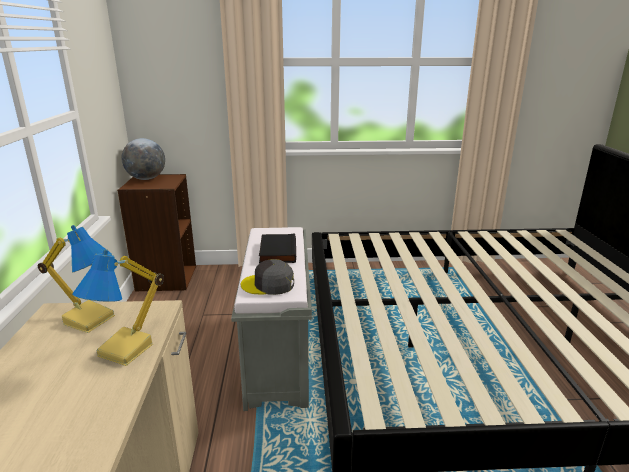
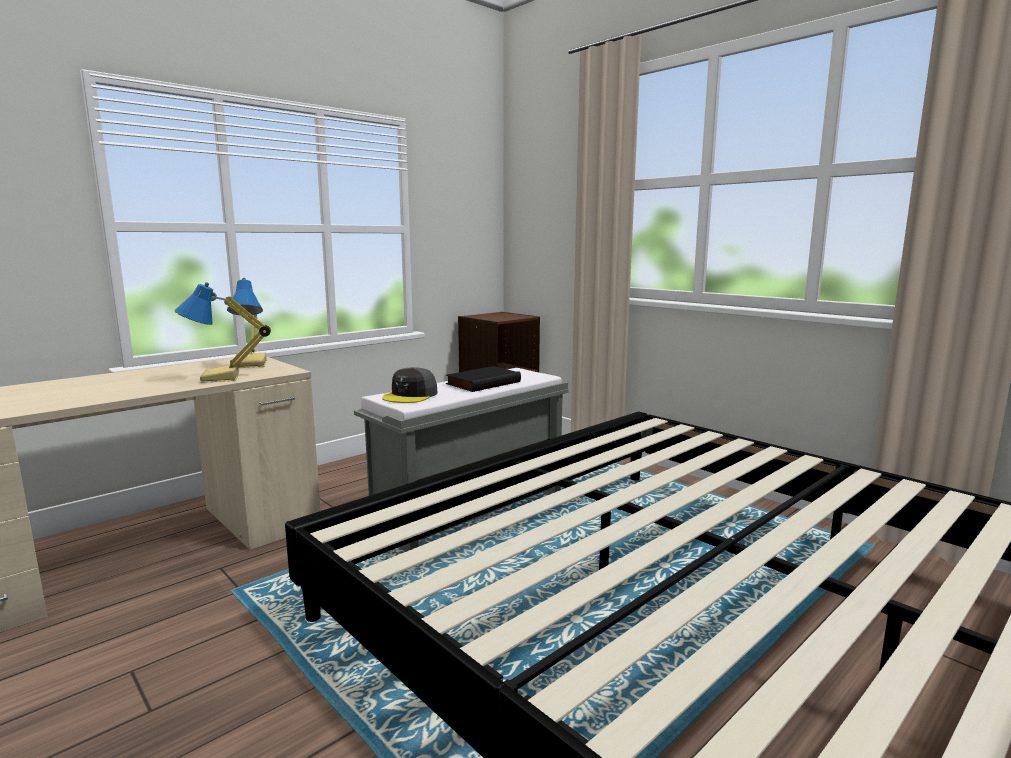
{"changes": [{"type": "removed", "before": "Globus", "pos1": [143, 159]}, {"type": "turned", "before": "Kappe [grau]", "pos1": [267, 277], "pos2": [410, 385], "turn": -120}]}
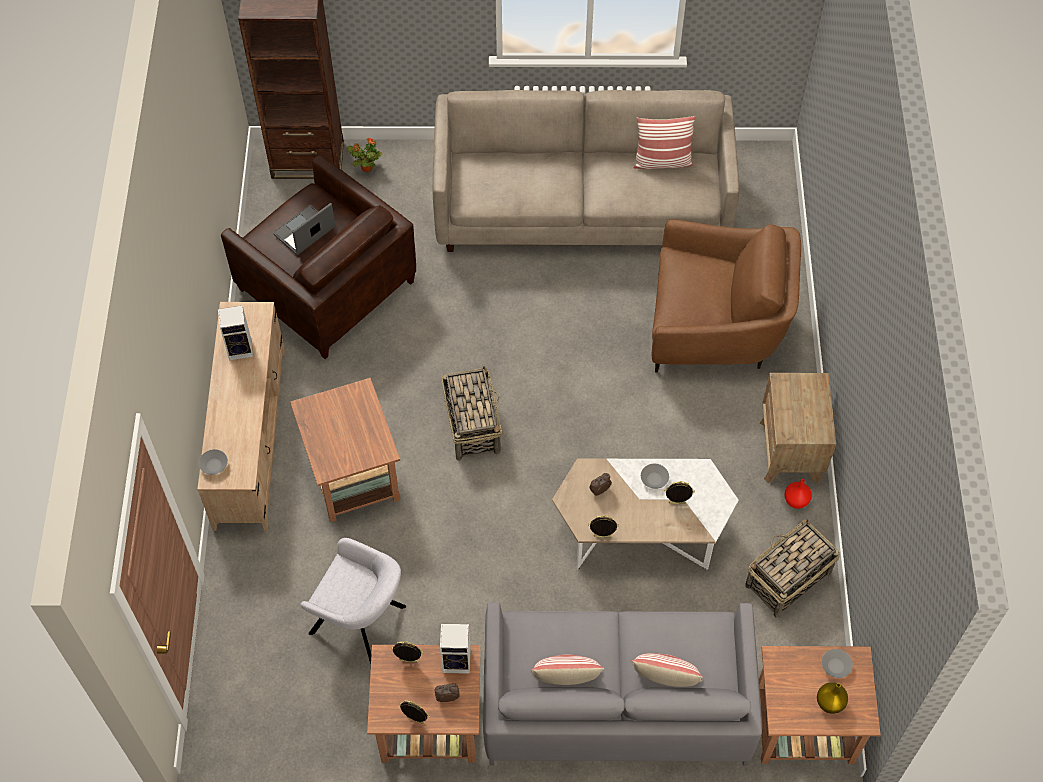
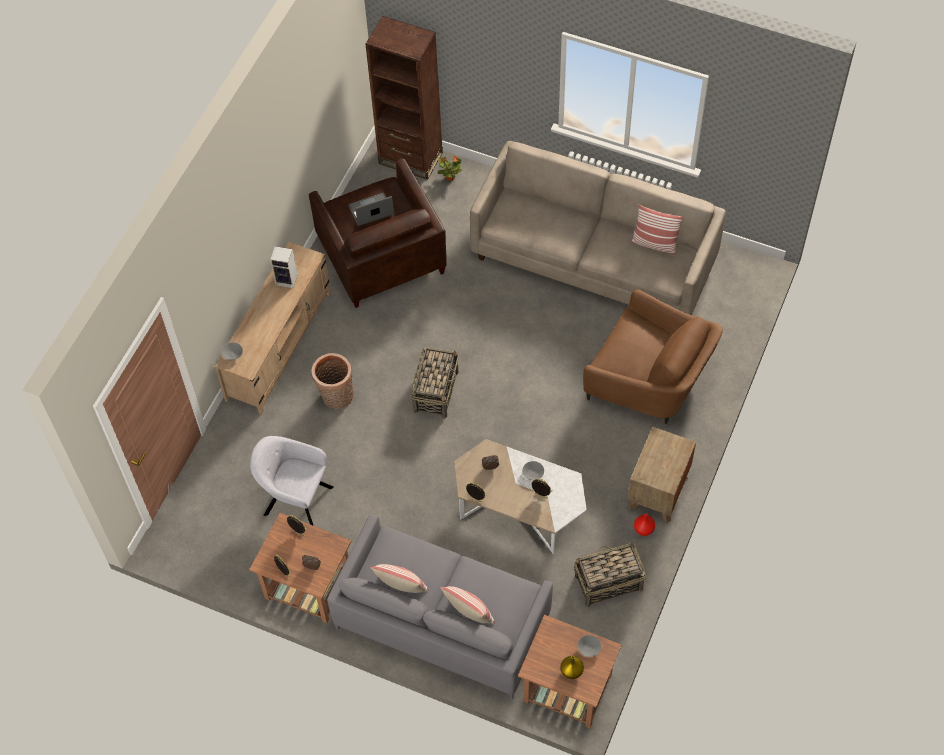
{"changes": [{"type": "replaced", "before": "Beistelltisch [braun]", "after": "Korb", "pos1": [345, 450], "pos2": [332, 381]}, {"type": "turned", "before": "Sessel [grau]", "pos1": [353, 601], "pos2": [292, 481], "turn": 150}, {"type": "removed", "before": "Lautsprecher", "pos1": [455, 649]}]}
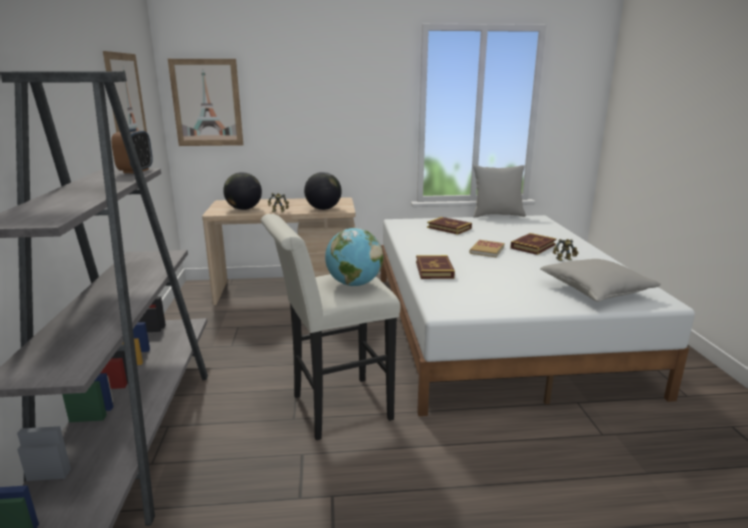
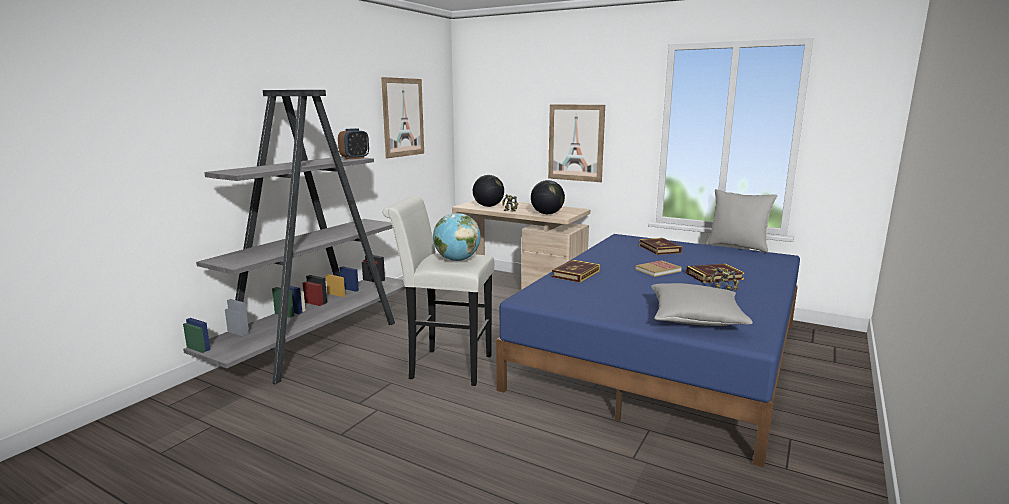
{"changes": [{"type": "moved", "before": "Bild", "pos1": [205, 102], "pos2": [576, 143]}, {"type": "recoloured", "before": "Bett [weiß]", "after": "Bett [blau]", "pos1": [537, 315], "pos2": [648, 350]}]}
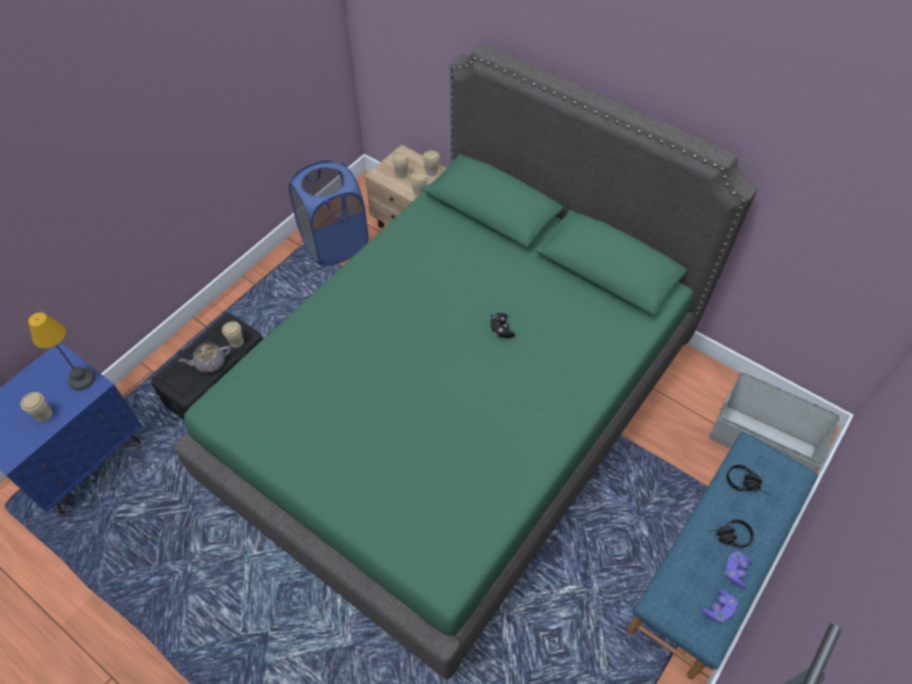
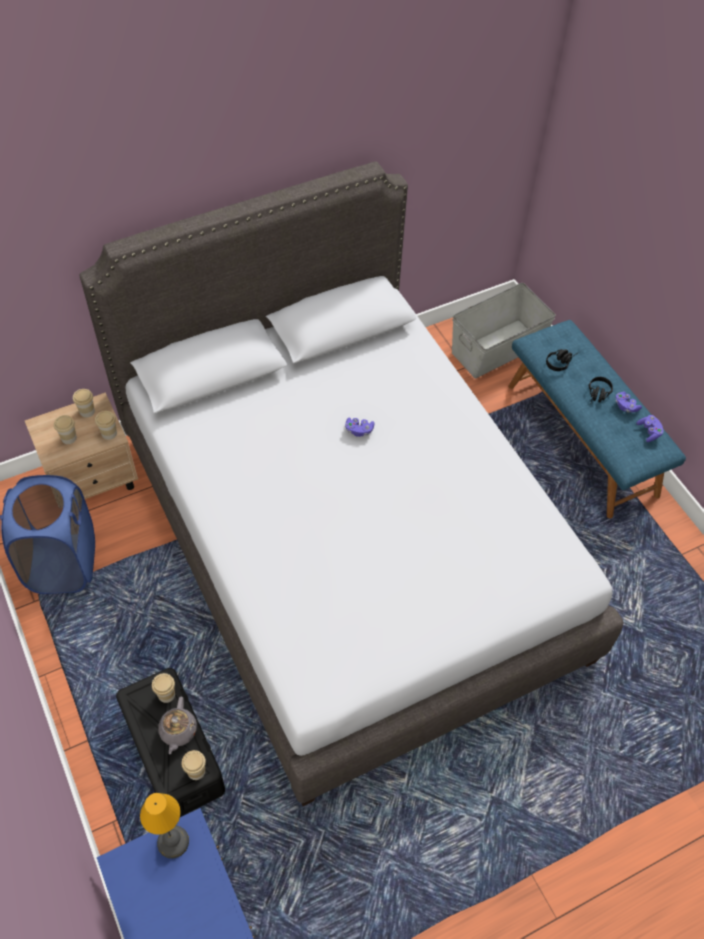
{"changes": [{"type": "moved", "before": "Tasse", "pos1": [36, 407], "pos2": [193, 765]}, {"type": "recoloured", "before": "Bett [grün]", "after": "Bett [grau]", "pos1": [465, 362], "pos2": [351, 483]}, {"type": "recoloured", "before": "Gamepad [schwarz]", "after": "Gamepad [lila]", "pos1": [502, 325], "pos2": [359, 427]}]}
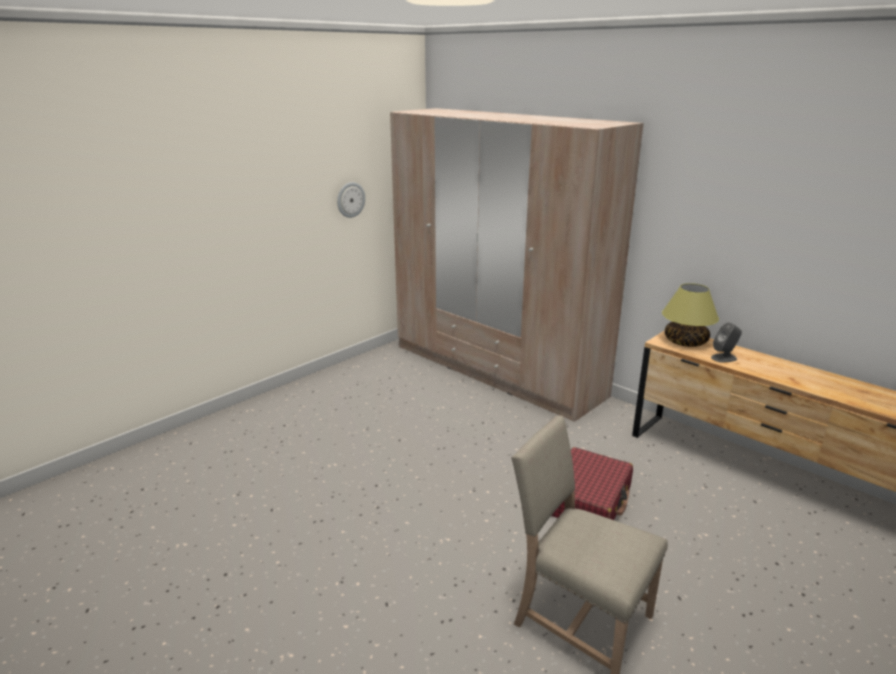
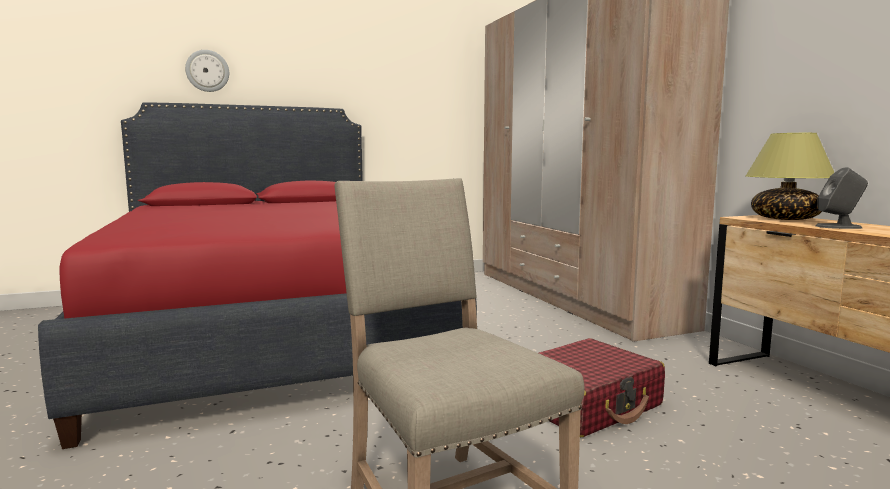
{"changes": [{"type": "moved", "before": "Wanduhr", "pos1": [351, 200], "pos2": [207, 71]}, {"type": "added", "after": "Bett [rot]", "pos2": [257, 275]}]}
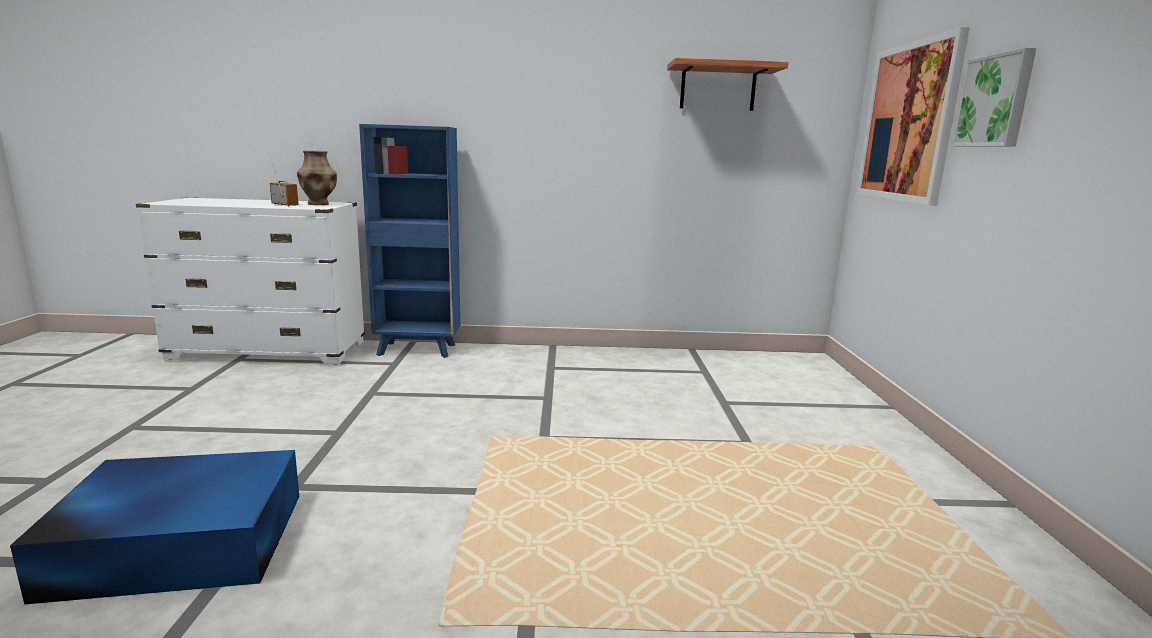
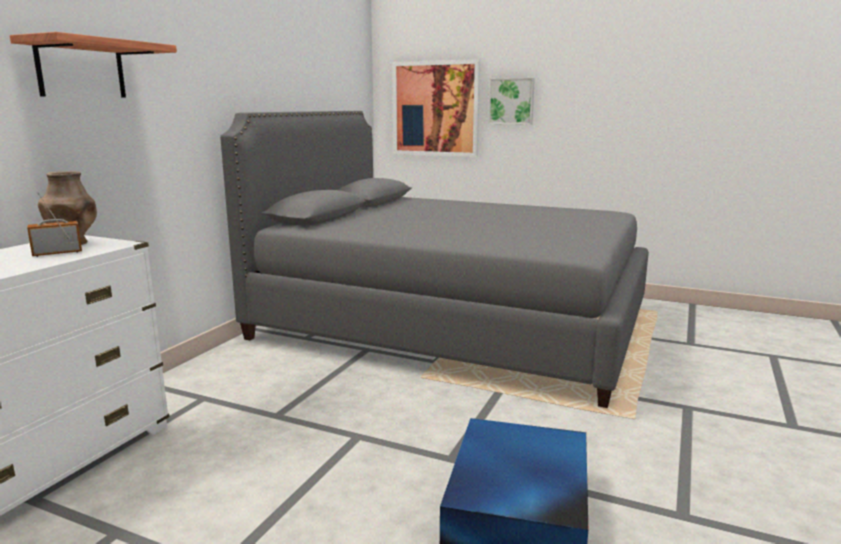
{"changes": [{"type": "removed", "before": "Bücherregal [blau]", "pos1": [409, 241]}, {"type": "moved", "before": "Wandregal", "pos1": [728, 84], "pos2": [93, 65]}, {"type": "added", "after": "Bett [grau]", "pos2": [434, 259]}]}
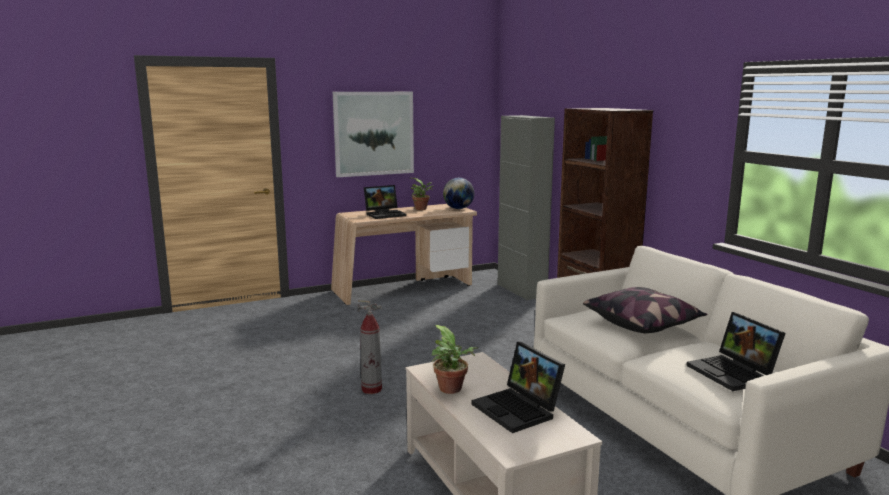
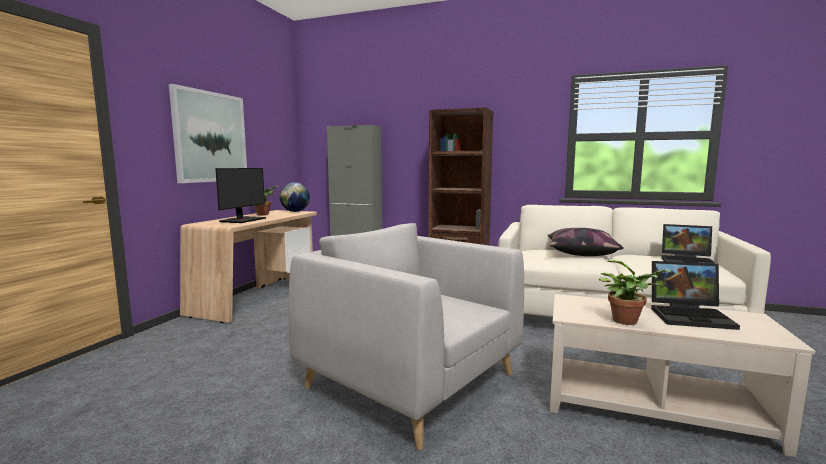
{"changes": [{"type": "replaced", "before": "Feuerlöscher", "after": "Sessel [grau]", "pos1": [370, 347], "pos2": [406, 336]}, {"type": "replaced", "before": "Laptop", "after": "Monitor", "pos1": [385, 202], "pos2": [240, 195]}]}
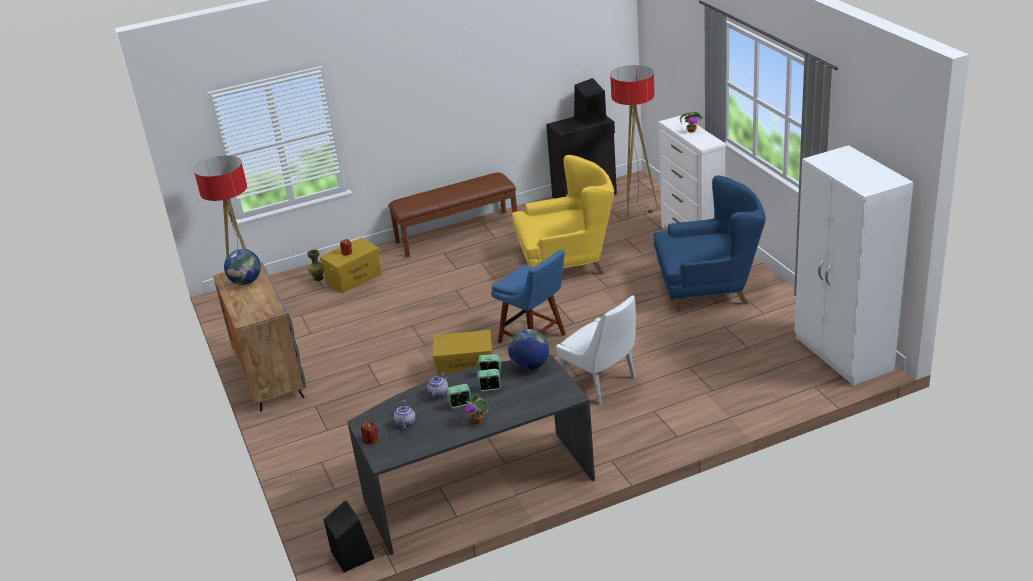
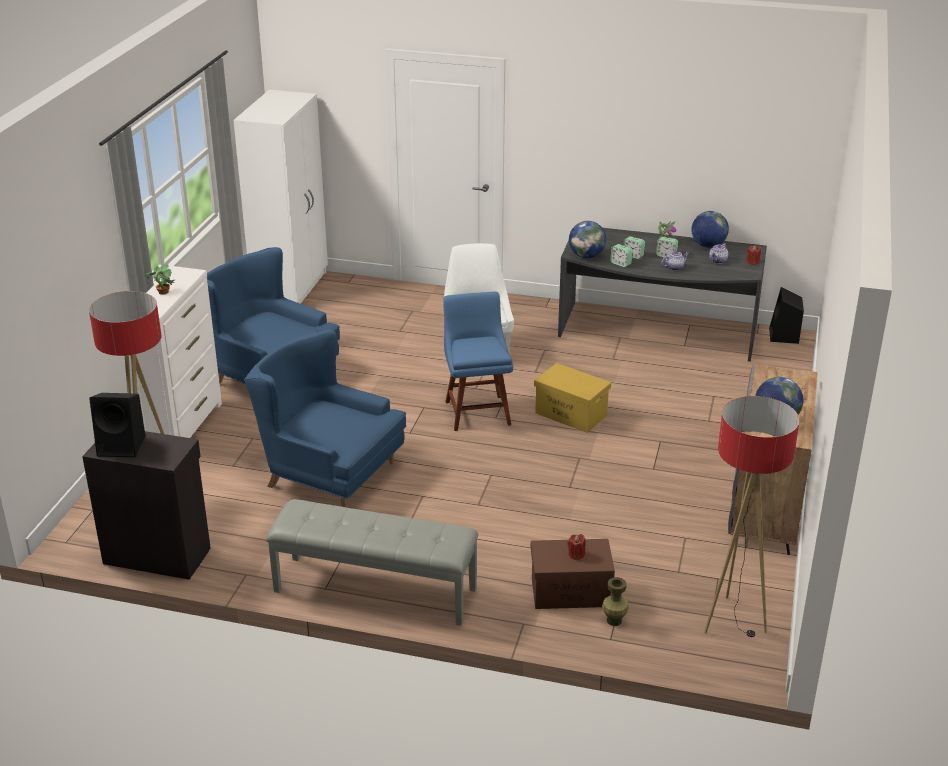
{"changes": [{"type": "recoloured", "before": "Aufbewahrungsbox [gelb]", "after": "Aufbewahrungsbox [braun]", "pos1": [351, 265], "pos2": [573, 574]}, {"type": "recoloured", "before": "Bank [braun]", "after": "Bank [grau]", "pos1": [452, 214], "pos2": [372, 562]}, {"type": "recoloured", "before": "Sessel [gelb]", "after": "Sessel [blau]", "pos1": [563, 214], "pos2": [325, 418]}, {"type": "added", "after": "Globus", "pos2": [710, 229]}]}
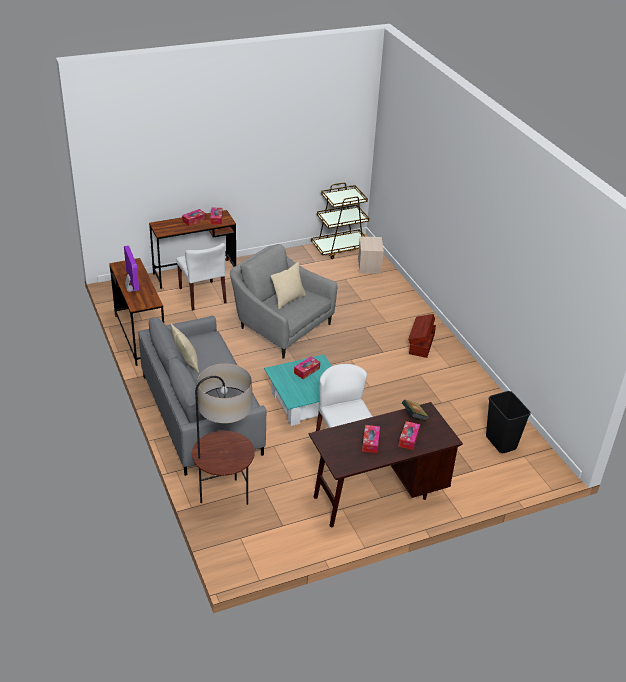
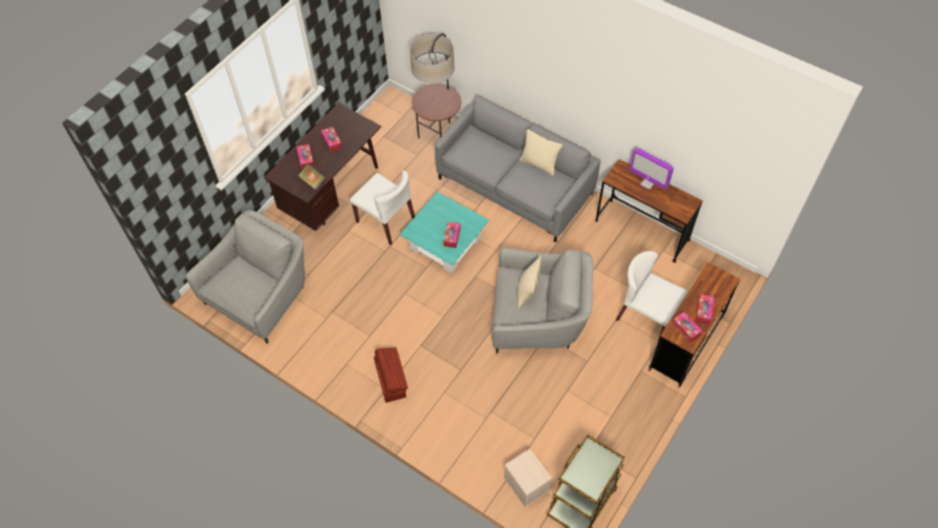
{"changes": [{"type": "replaced", "before": "Mülleimer [schwarz]", "after": "Sessel [grau]", "pos1": [508, 422], "pos2": [245, 277]}]}
